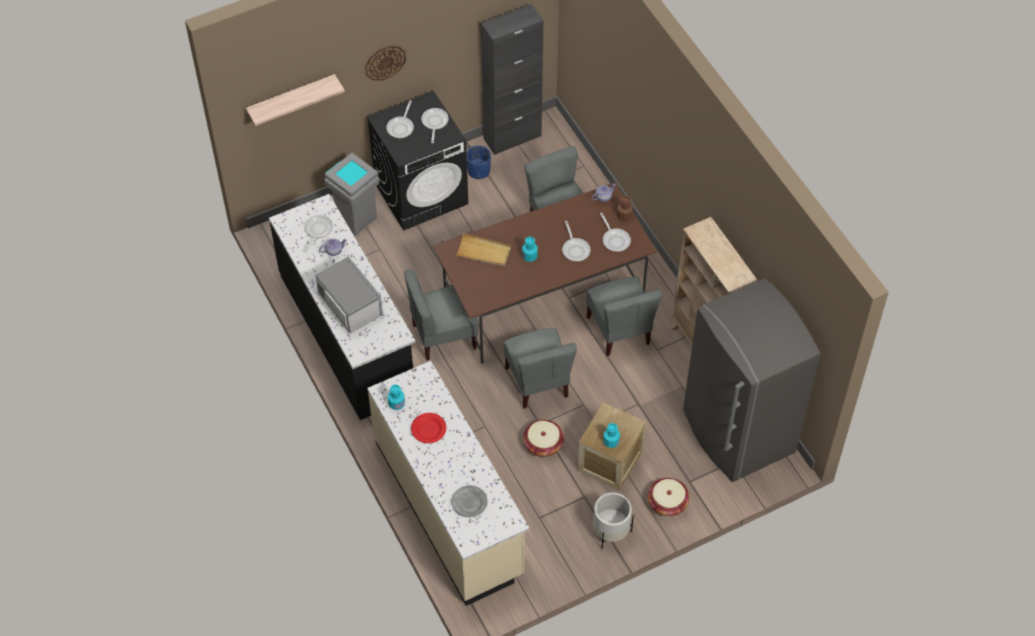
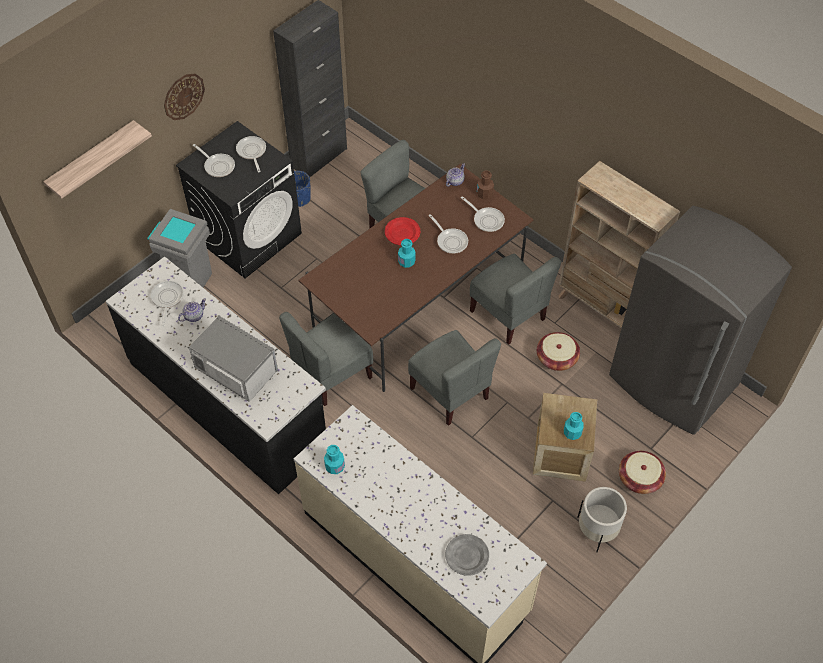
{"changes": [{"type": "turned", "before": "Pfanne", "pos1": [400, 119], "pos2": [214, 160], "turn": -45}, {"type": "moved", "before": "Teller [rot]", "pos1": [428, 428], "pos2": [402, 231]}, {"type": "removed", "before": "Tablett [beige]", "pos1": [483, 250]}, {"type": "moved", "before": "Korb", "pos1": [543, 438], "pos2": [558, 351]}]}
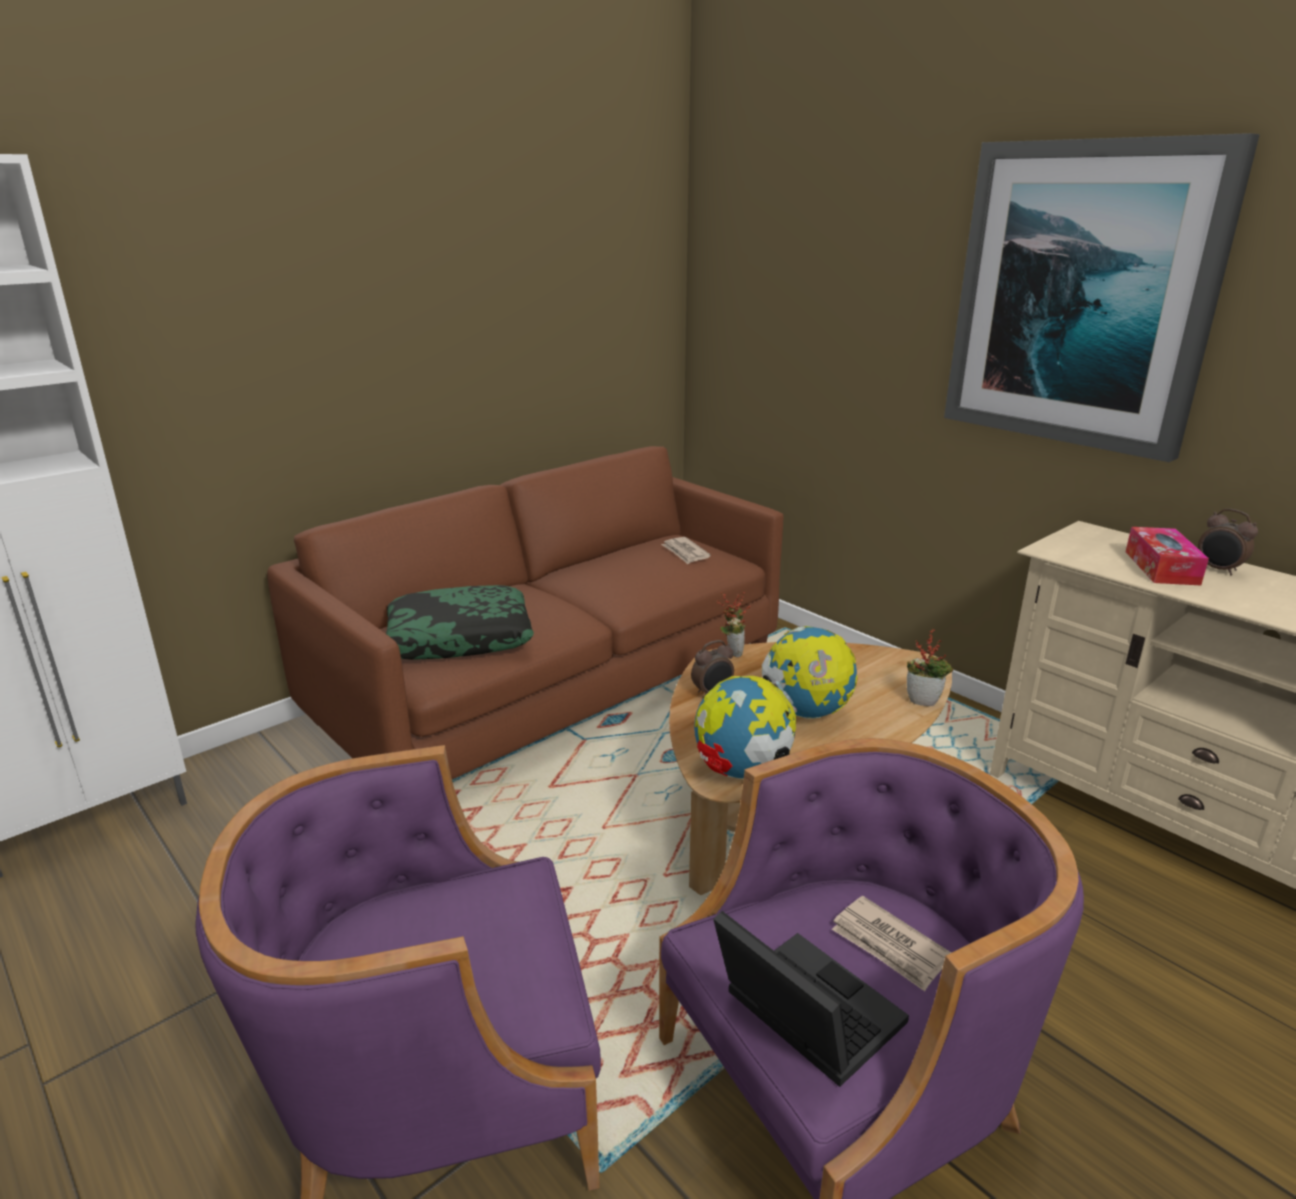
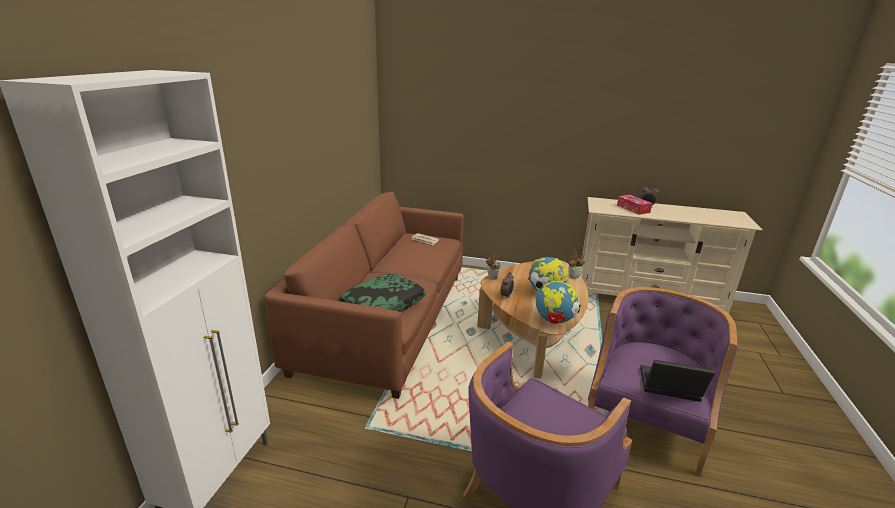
{"changes": [{"type": "removed", "before": "Zeitung", "pos1": [891, 943]}, {"type": "removed", "before": "Bild", "pos1": [1102, 297]}]}
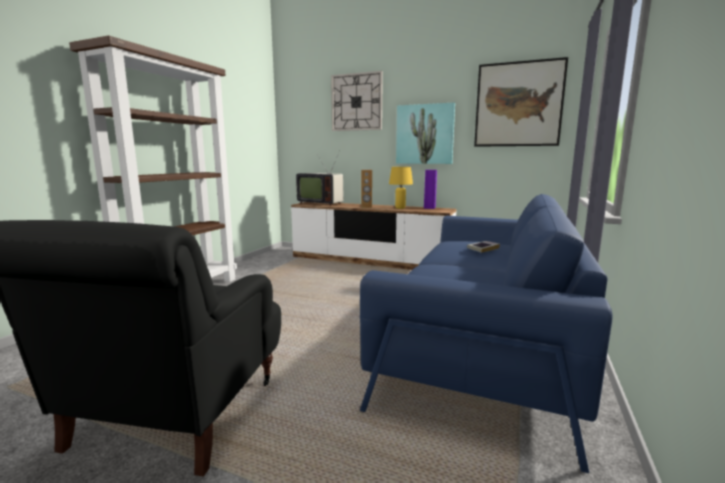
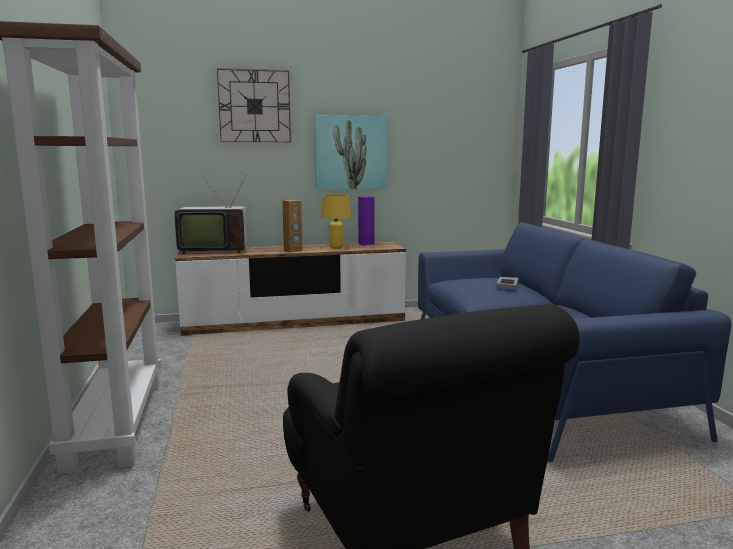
{"changes": [{"type": "removed", "before": "Bild", "pos1": [521, 102]}]}
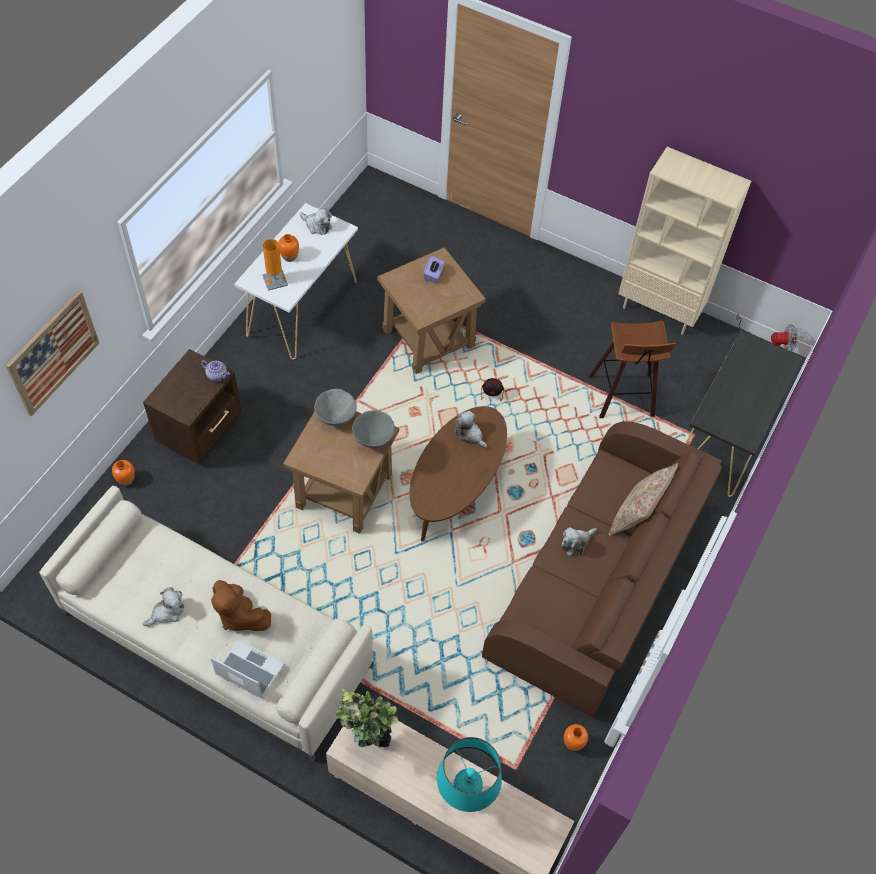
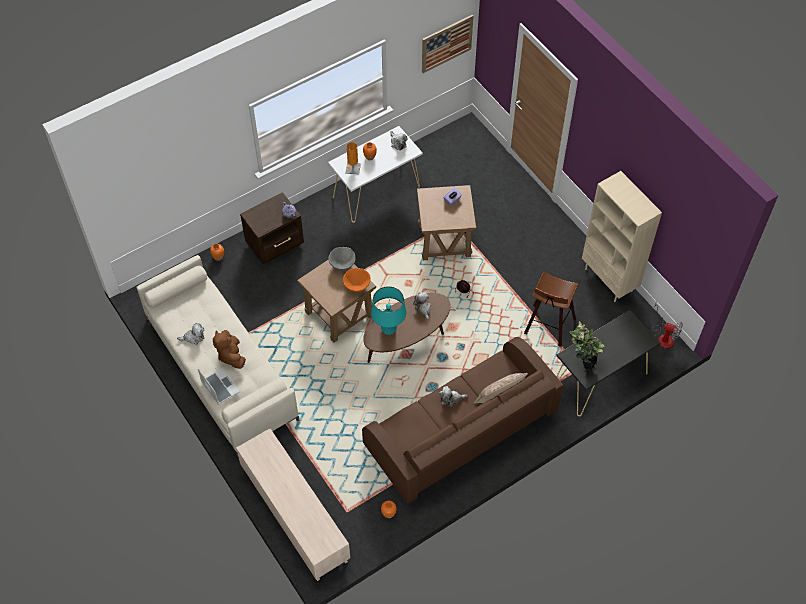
{"changes": [{"type": "moved", "before": "Bild", "pos1": [52, 353], "pos2": [447, 44]}, {"type": "moved", "before": "Topfpflanze", "pos1": [365, 718], "pos2": [587, 346]}, {"type": "recoloured", "before": "Schüssel [grau]", "after": "Schüssel [orange]", "pos1": [373, 429], "pos2": [357, 280]}, {"type": "moved", "before": "Tischlampe [türkis]", "pos1": [469, 774], "pos2": [388, 310]}]}
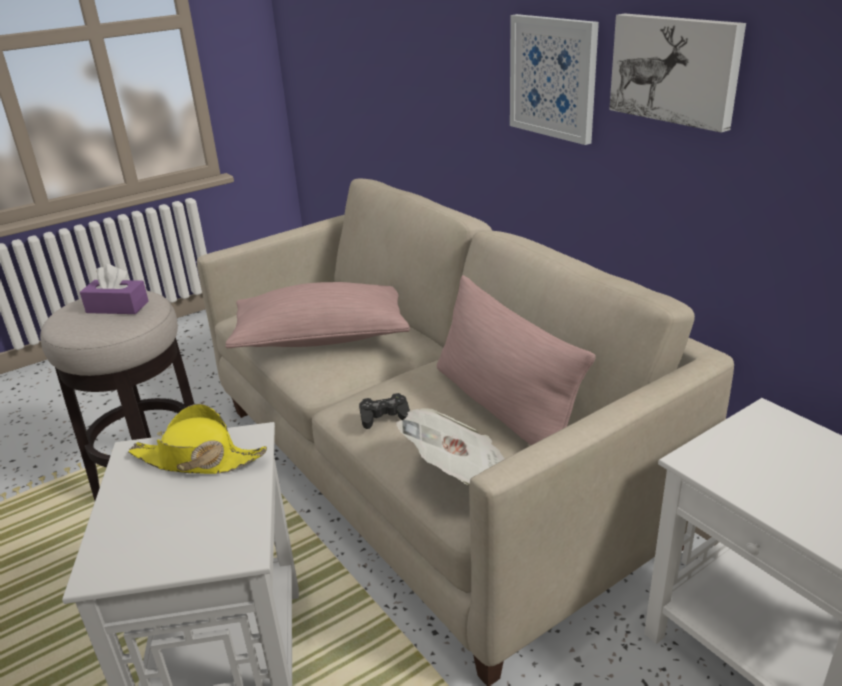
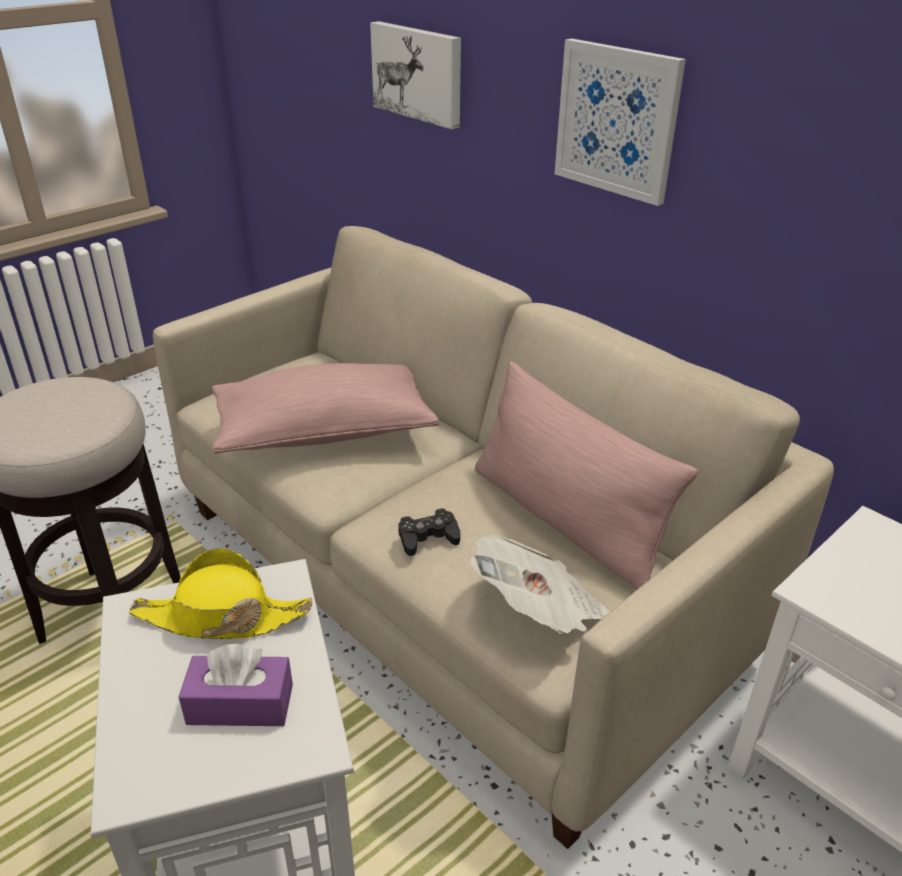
{"changes": [{"type": "moved", "before": "Taschentuchbox [lila]", "pos1": [114, 289], "pos2": [236, 685]}, {"type": "moved", "before": "Bild", "pos1": [677, 73], "pos2": [415, 75]}]}
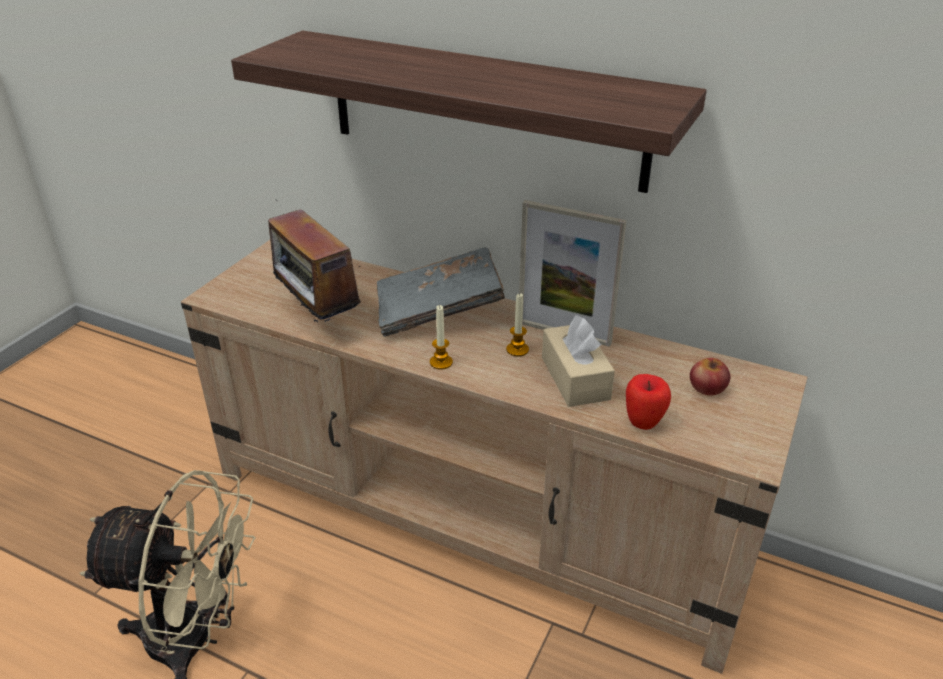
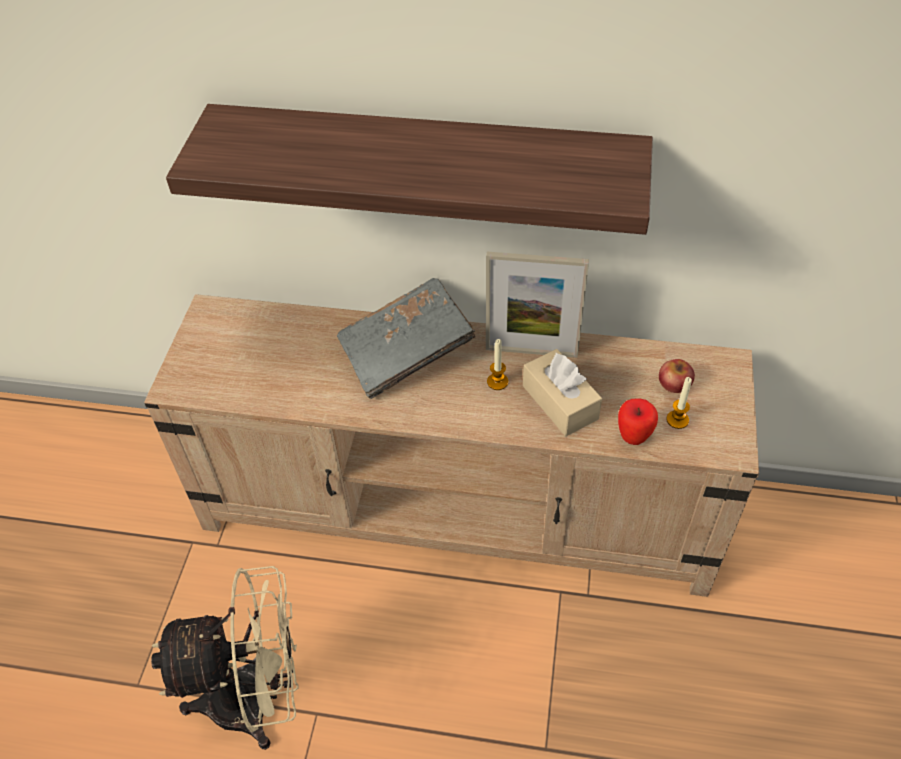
{"changes": [{"type": "removed", "before": "Radio", "pos1": [314, 261]}, {"type": "moved", "before": "Kerze", "pos1": [441, 337], "pos2": [679, 403]}]}
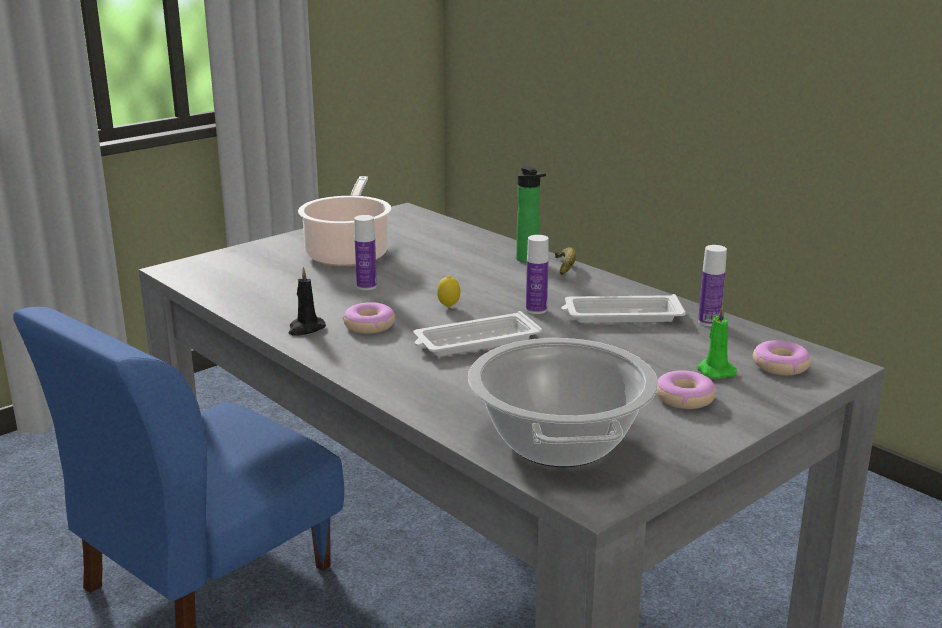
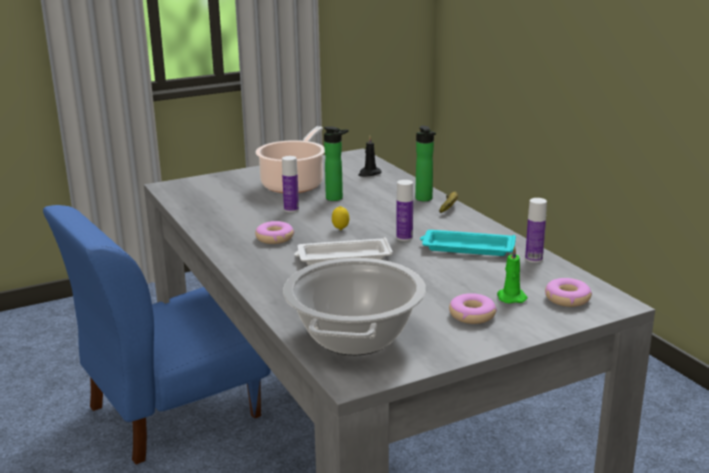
{"changes": [{"type": "moved", "before": "Kerze [schwarz]", "pos1": [307, 301], "pos2": [370, 156]}, {"type": "recoloured", "before": "Tablett [weiß]", "after": "Tablett [türkis]", "pos1": [623, 308], "pos2": [468, 243]}, {"type": "added", "after": "Flasche", "pos2": [336, 163]}]}
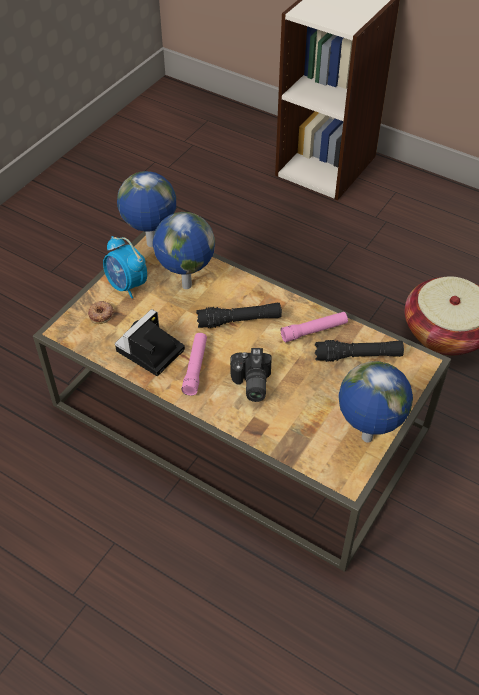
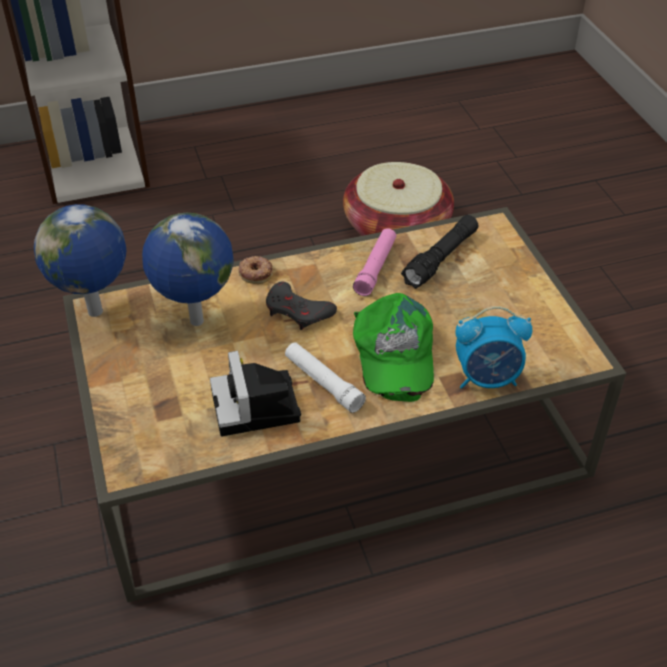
{"changes": [{"type": "moved", "before": "Donut", "pos1": [101, 312], "pos2": [255, 270]}, {"type": "moved", "before": "Wecker", "pos1": [125, 267], "pos2": [493, 347]}, {"type": "recoloured", "before": "Taschenlampe [rosa]", "after": "Taschenlampe [weiß]", "pos1": [194, 364], "pos2": [325, 377]}, {"type": "replaced", "before": "Taschenlampe [schwarz]", "after": "Gamepad [grau]", "pos1": [239, 315], "pos2": [301, 306]}, {"type": "replaced", "before": "Kamera", "after": "Kappe [grün]", "pos1": [250, 375], "pos2": [393, 347]}, {"type": "removed", "before": "Globus", "pos1": [376, 401]}]}
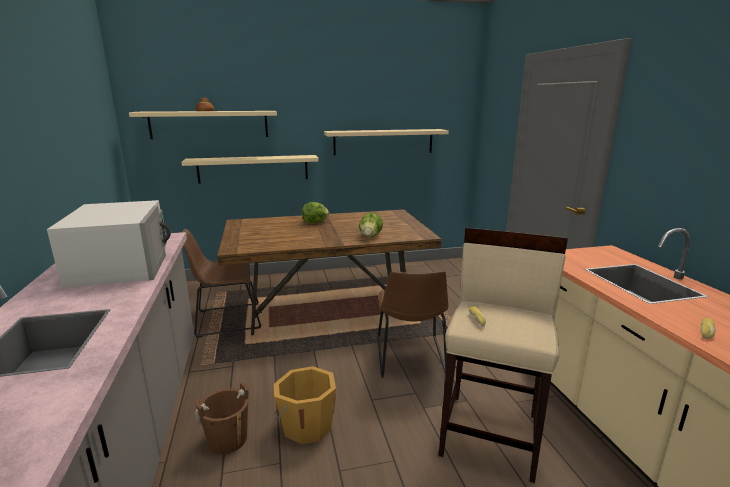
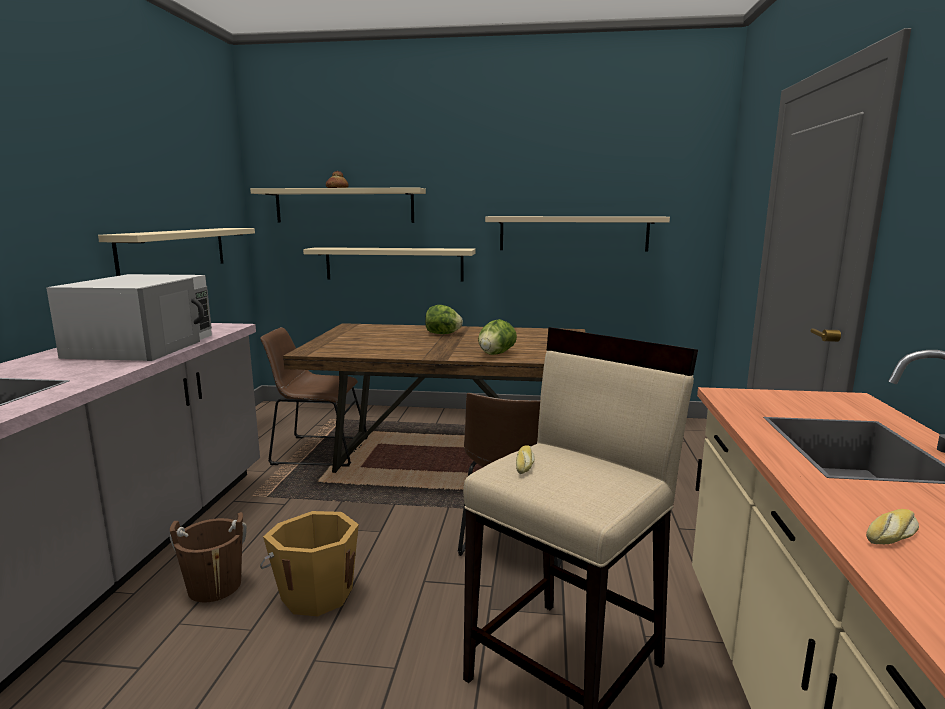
{"changes": [{"type": "added", "after": "Wandregal [beige]", "pos2": [176, 252]}]}
